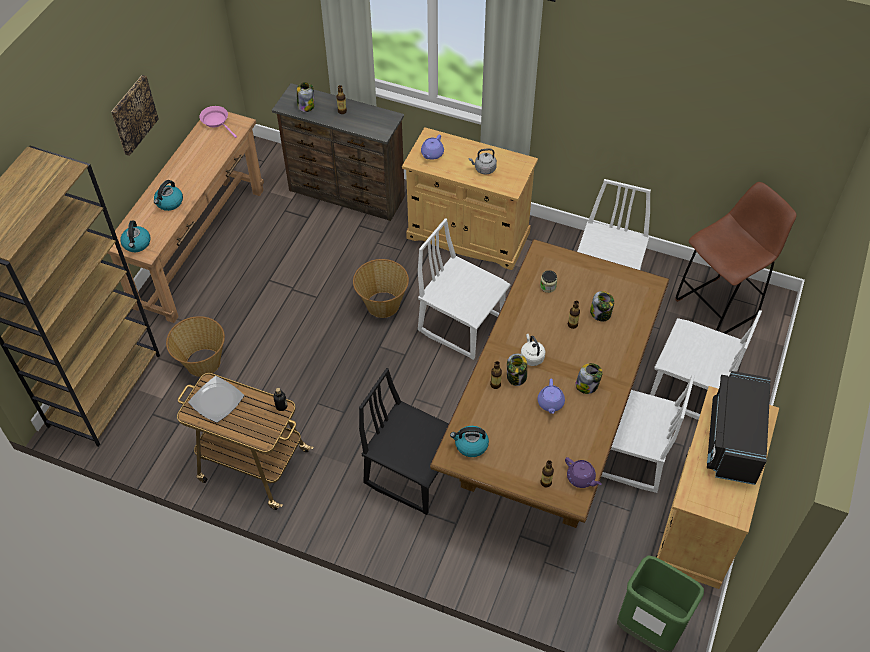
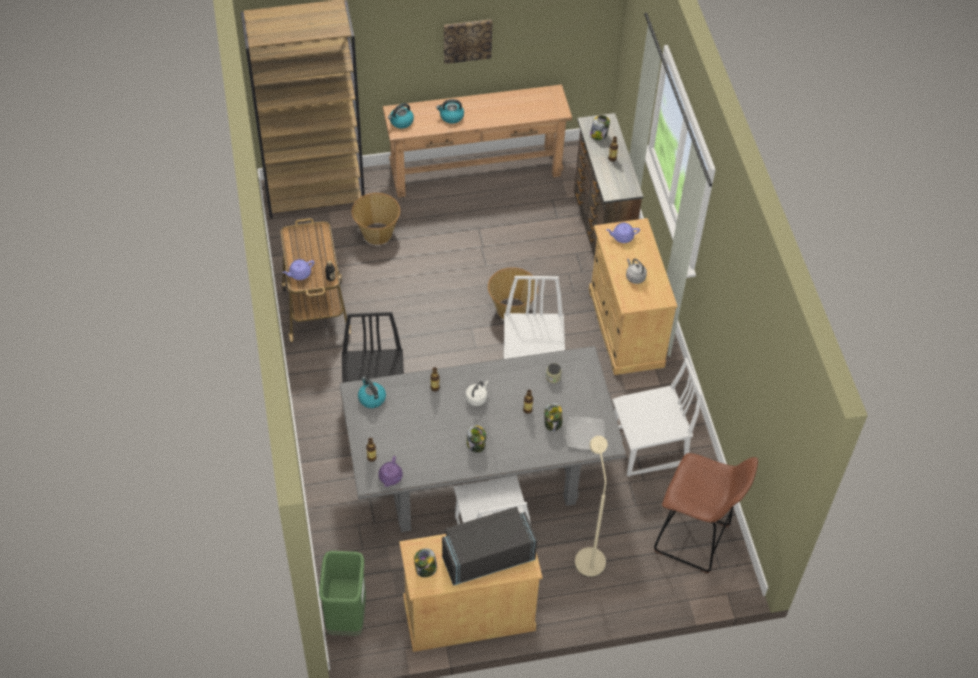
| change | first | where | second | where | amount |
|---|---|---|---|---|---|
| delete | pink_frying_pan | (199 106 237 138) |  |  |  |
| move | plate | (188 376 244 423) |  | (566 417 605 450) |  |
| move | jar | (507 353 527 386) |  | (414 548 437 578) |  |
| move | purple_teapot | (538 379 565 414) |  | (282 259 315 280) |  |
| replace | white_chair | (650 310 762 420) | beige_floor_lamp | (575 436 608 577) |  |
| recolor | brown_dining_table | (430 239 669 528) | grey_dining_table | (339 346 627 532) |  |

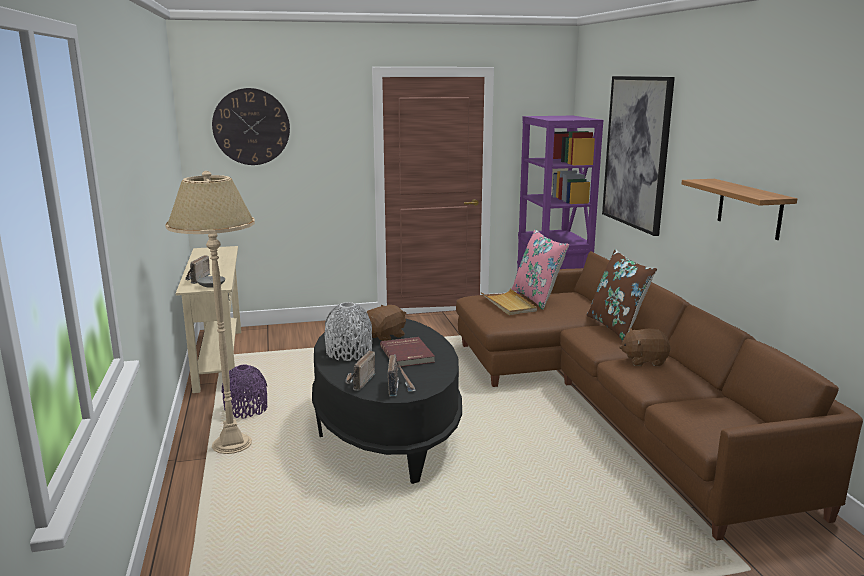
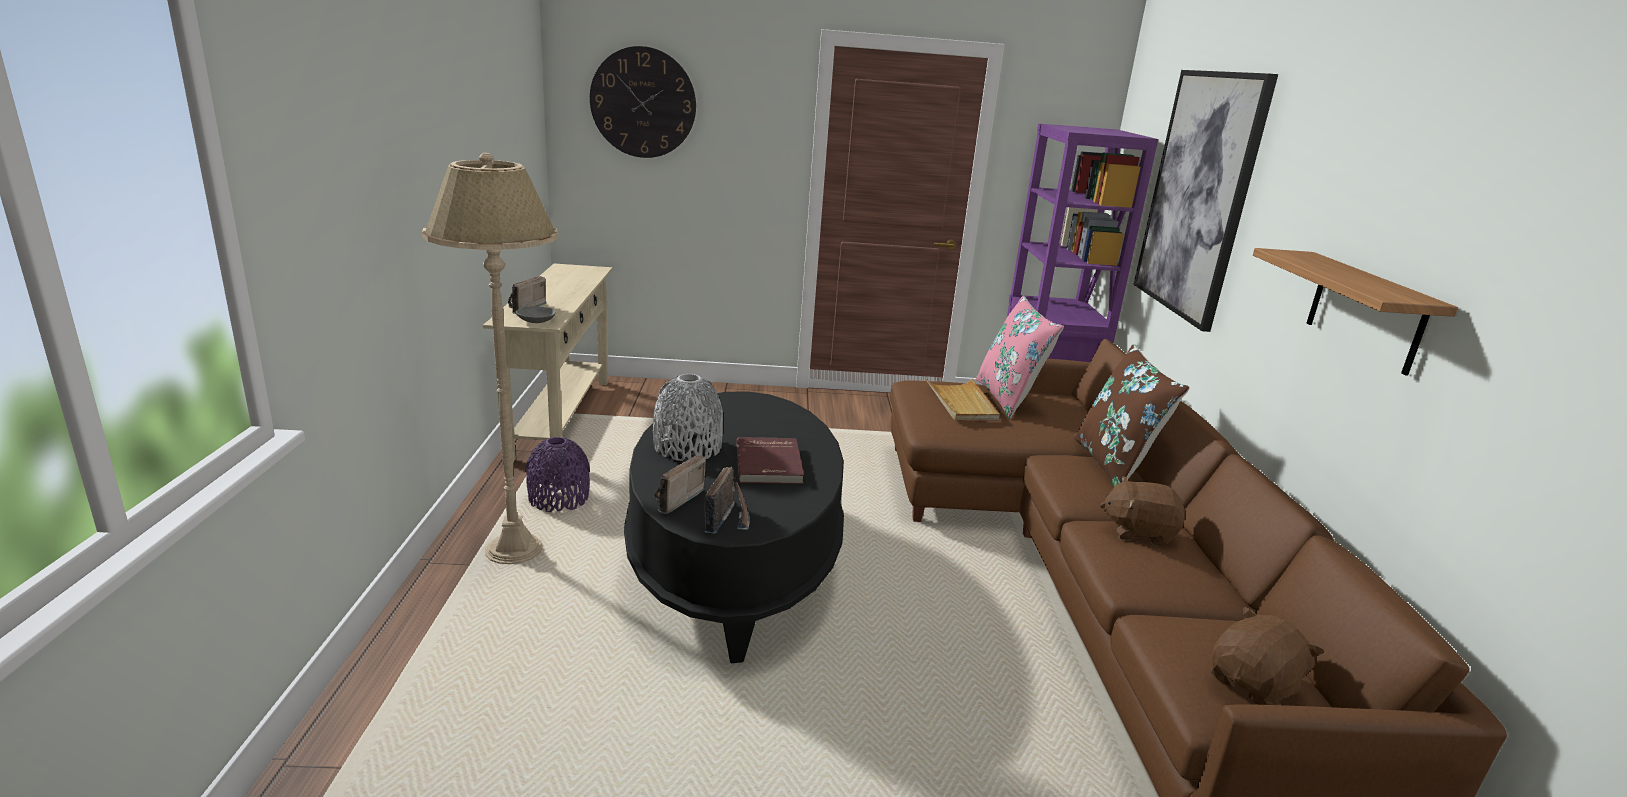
| change | first | where | second | where | amount |
|---|---|---|---|---|---|
| move | brown_plush_toy | (367 305 407 341) |  | (1211 607 1324 705) |  |

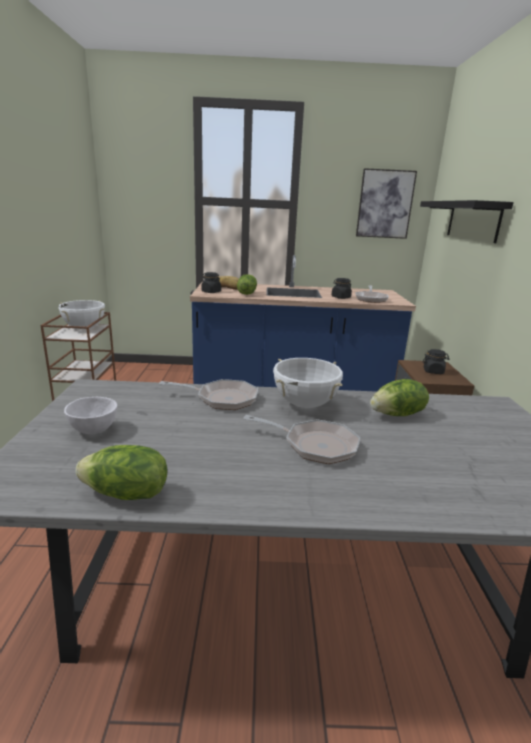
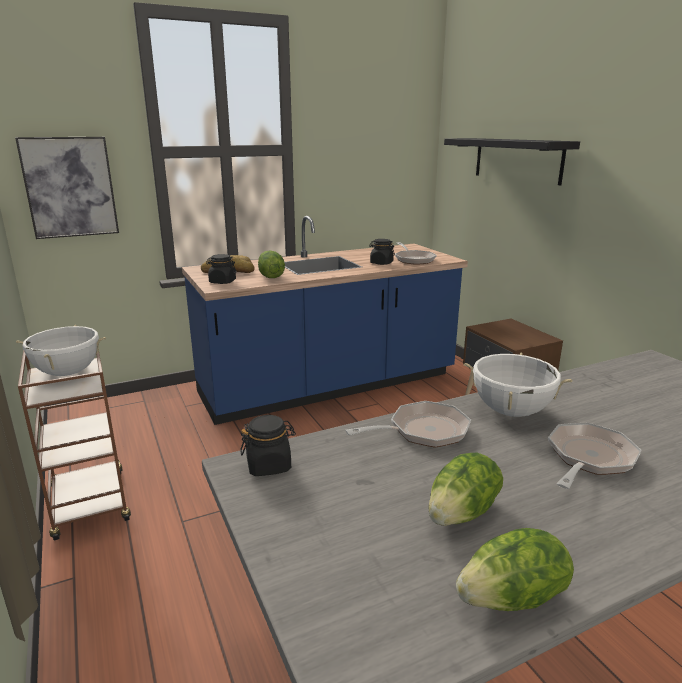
| change | first | where | second | where | amount |
|---|---|---|---|---|---|
| delete | white_bowl | (64 397 117 434) |  |  |  |
| move | picture | (356 168 417 239) |  | (15 137 119 239) |  |
| move | lettuce | (370 379 429 416) |  | (429 452 503 526) |  |
| move | black_jar | (423 349 449 374) |  | (240 415 296 476) |  |
| rotate | frying_pan | (243 415 360 464) |  | (548 423 642 489) | 45 degrees counterclockwise |

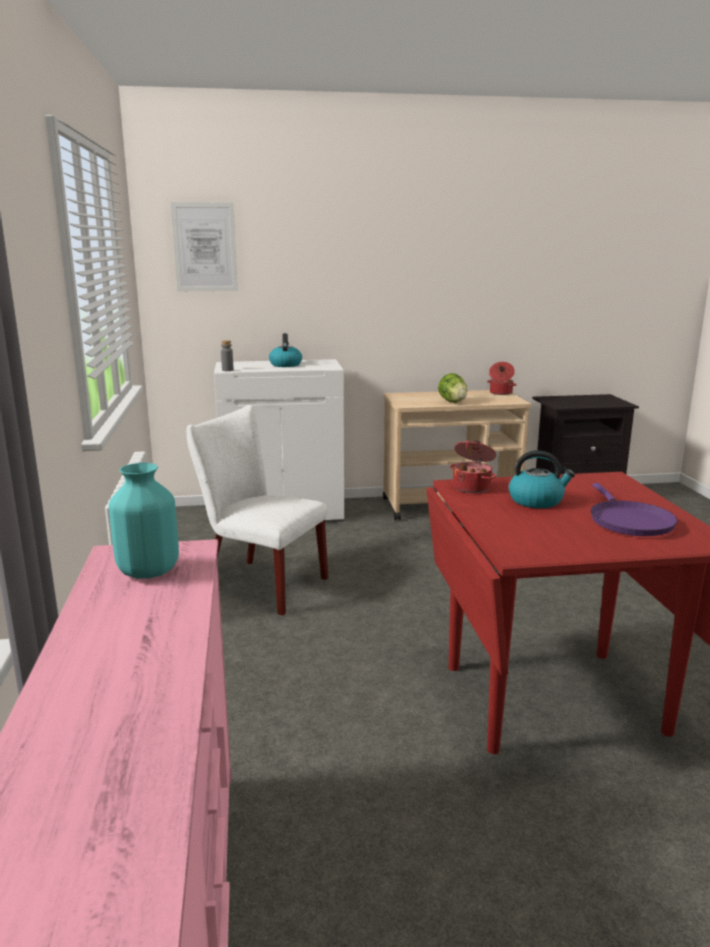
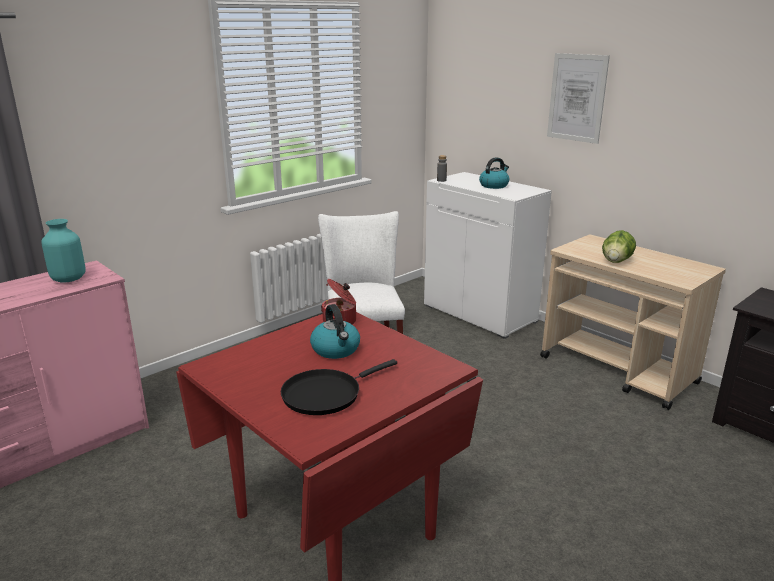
| change | first | where | second | where | amount |
|---|---|---|---|---|---|
| delete | cooking_pot | (487 362 517 395) |  |  |  |
| move | picture | (171 202 238 291) |  | (547 53 610 144) |  |
| recolor | purple_frying_pan | (591 483 678 536) | black_frying_pan | (281 359 397 415) |  |

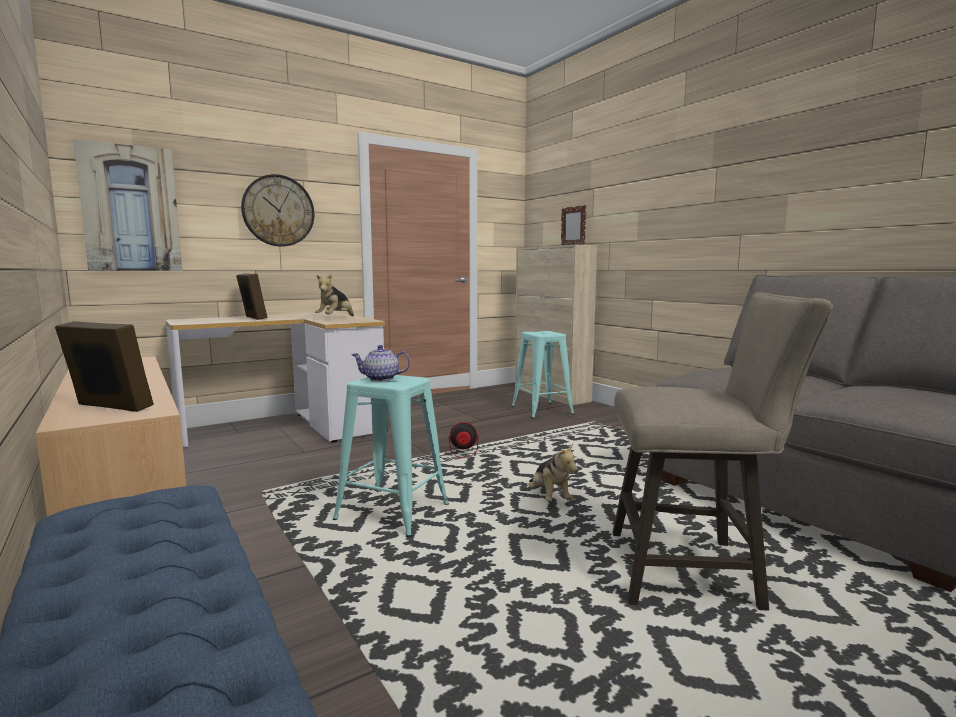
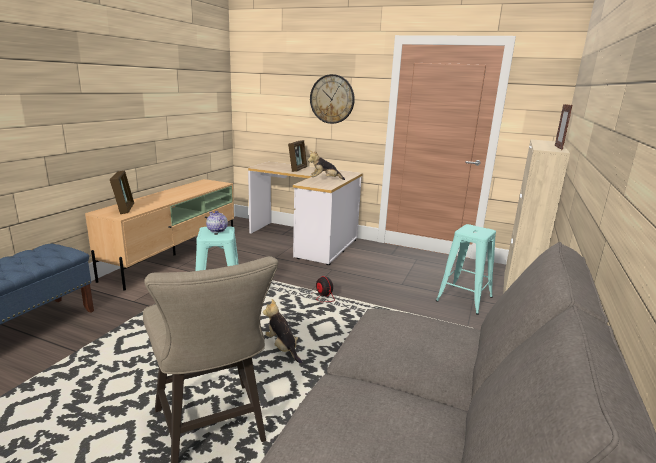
| change | first | where | second | where | amount |
|---|---|---|---|---|---|
| delete | picture | (73 139 182 271) |  |  |  |
| rotate | plush_toy | (528 444 578 501) |  | (263 299 302 363) | 105 degrees clockwise |

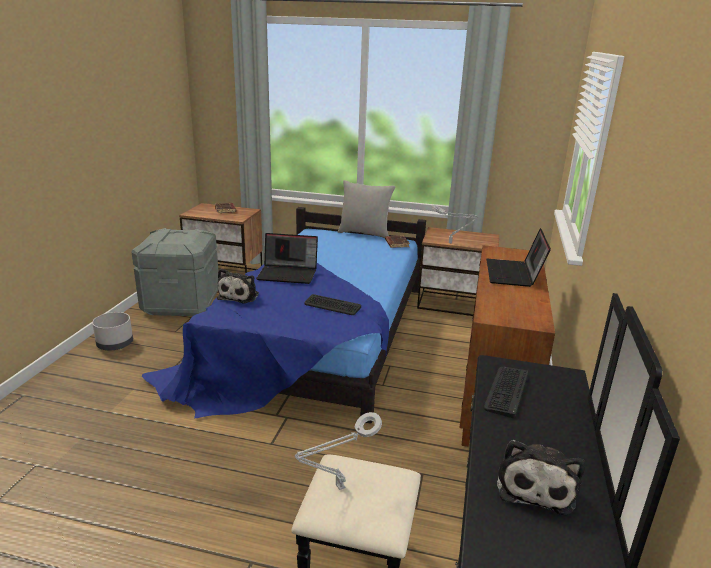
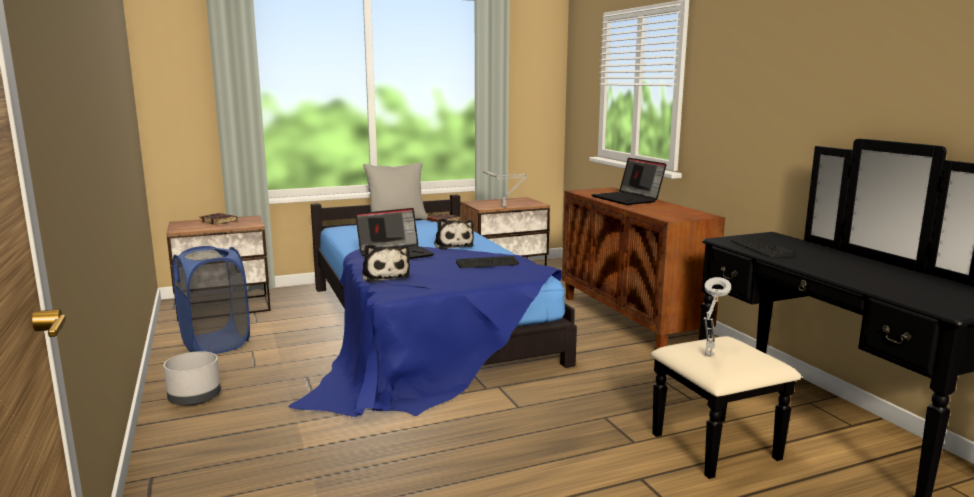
| change | first | where | second | where | amount |
|---|---|---|---|---|---|
| move | plush_toy | (497 440 585 515) |  | (434 218 474 250) |  |
| replace | grey_storage_box | (132 228 218 316) | blue_laundry_basket | (173 246 250 354) |  |

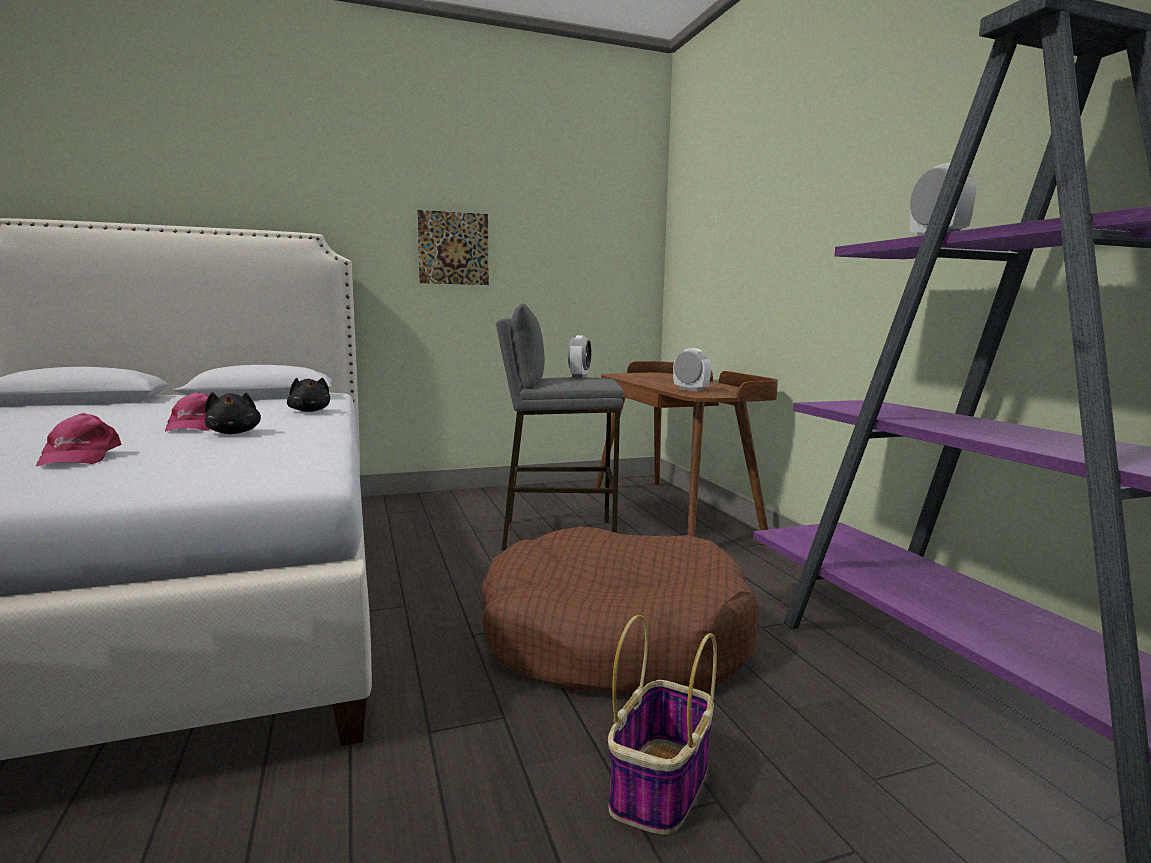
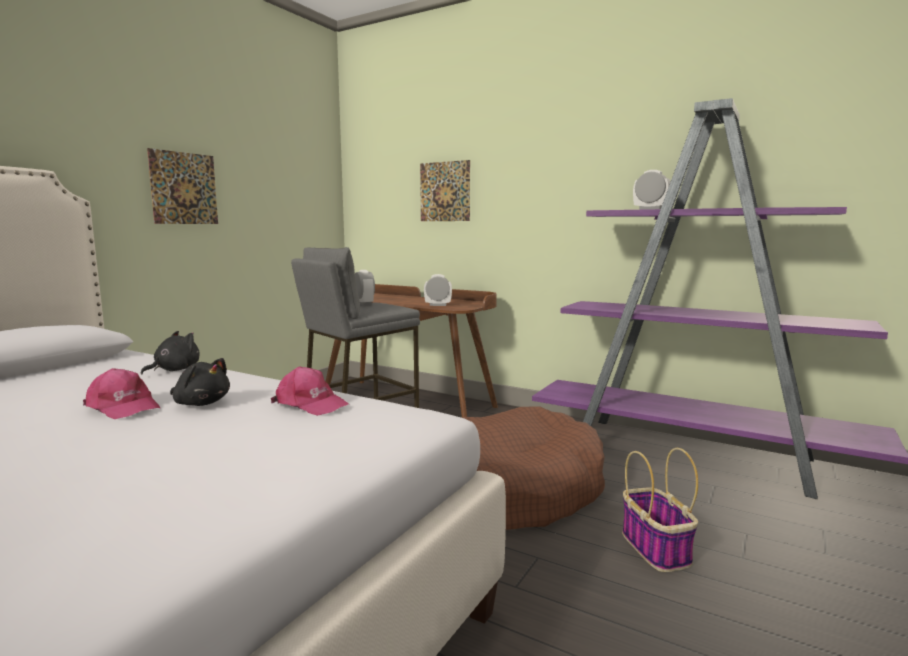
| change | first | where | second | where | amount |
|---|---|---|---|---|---|
| insert |  |  | picture | (420 160 470 221) |  |
| move | pink_cap | (36 413 121 466) |  | (271 366 349 416) |  |
| rotate | black_plush_toy | (287 378 330 412) |  | (141 331 200 374) | 75 degrees counterclockwise |

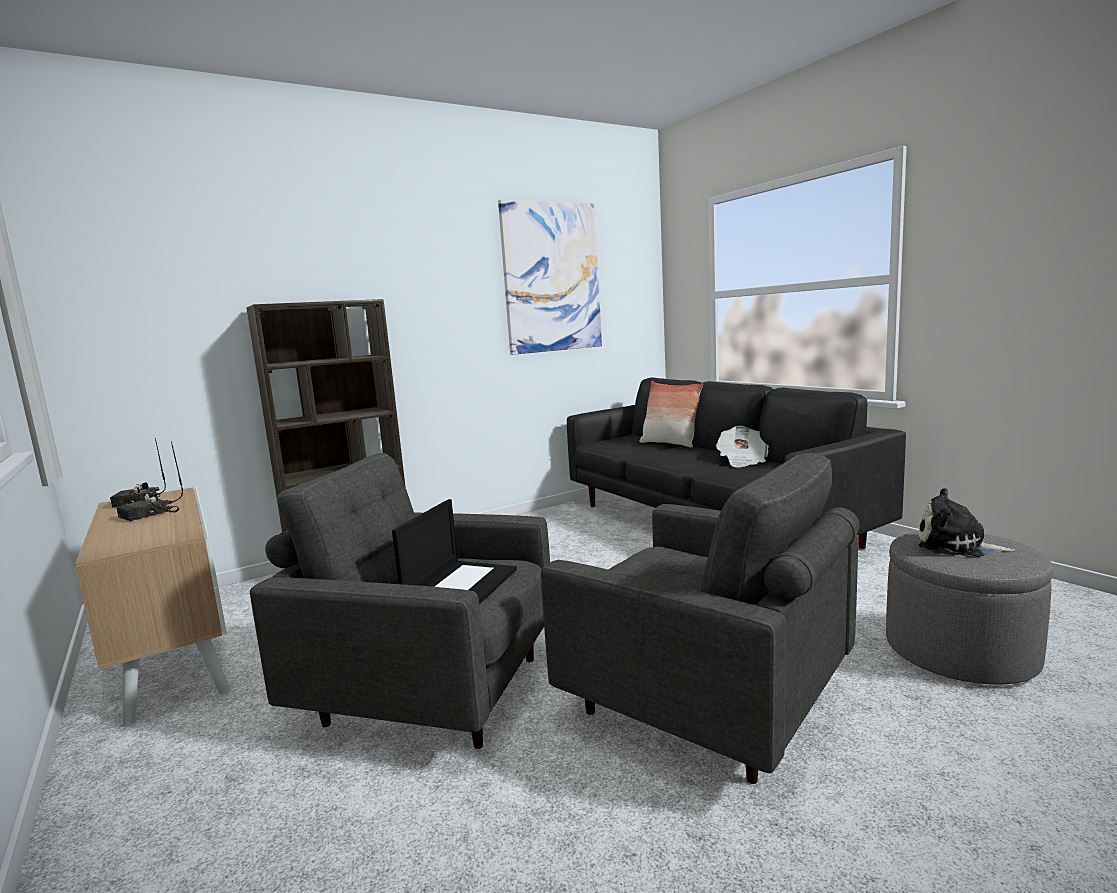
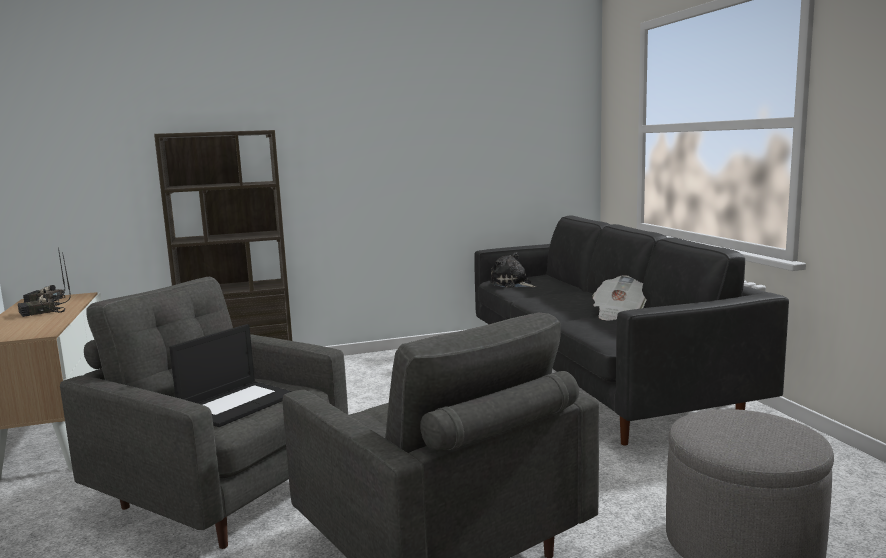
| change | first | where | second | where | amount |
|---|---|---|---|---|---|
| delete | picture | (498 199 602 355) |  |  |  |
| delete | pillow | (640 381 703 448) |  |  |  |
| move | plush_toy | (919 488 1015 558) |  | (490 252 536 288) |  |

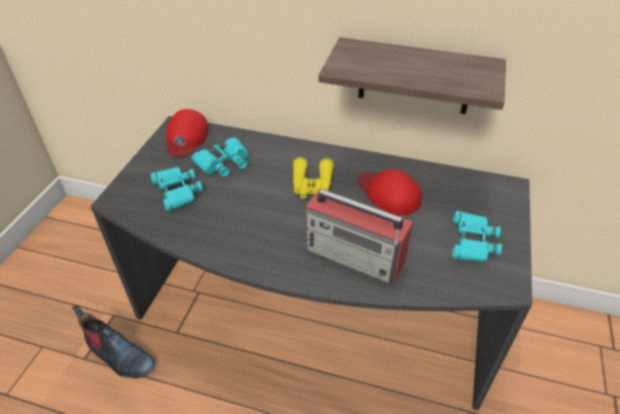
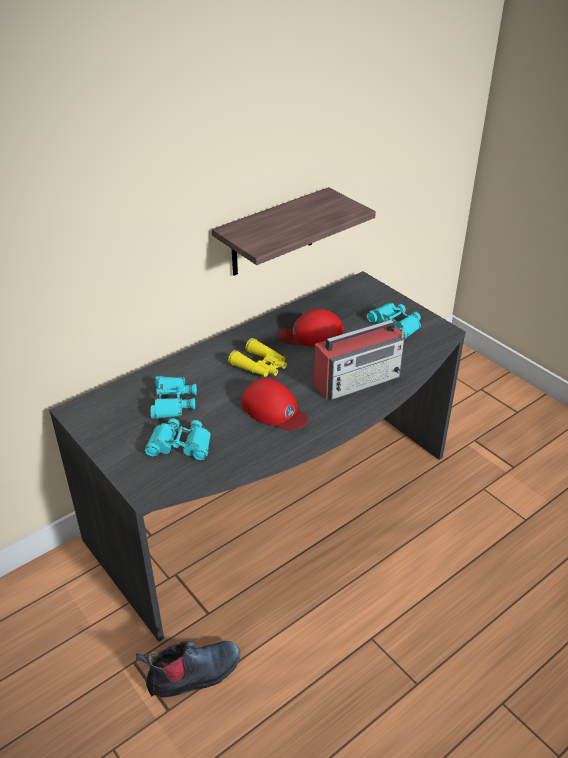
| change | first | where | second | where | amount |
|---|---|---|---|---|---|
| move | red_cap | (166 109 208 157) |  | (242 378 308 431) |  |

